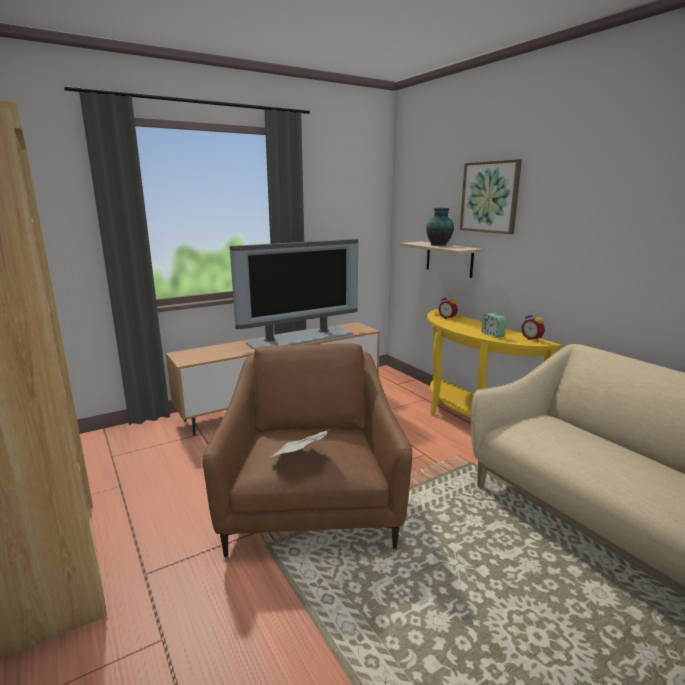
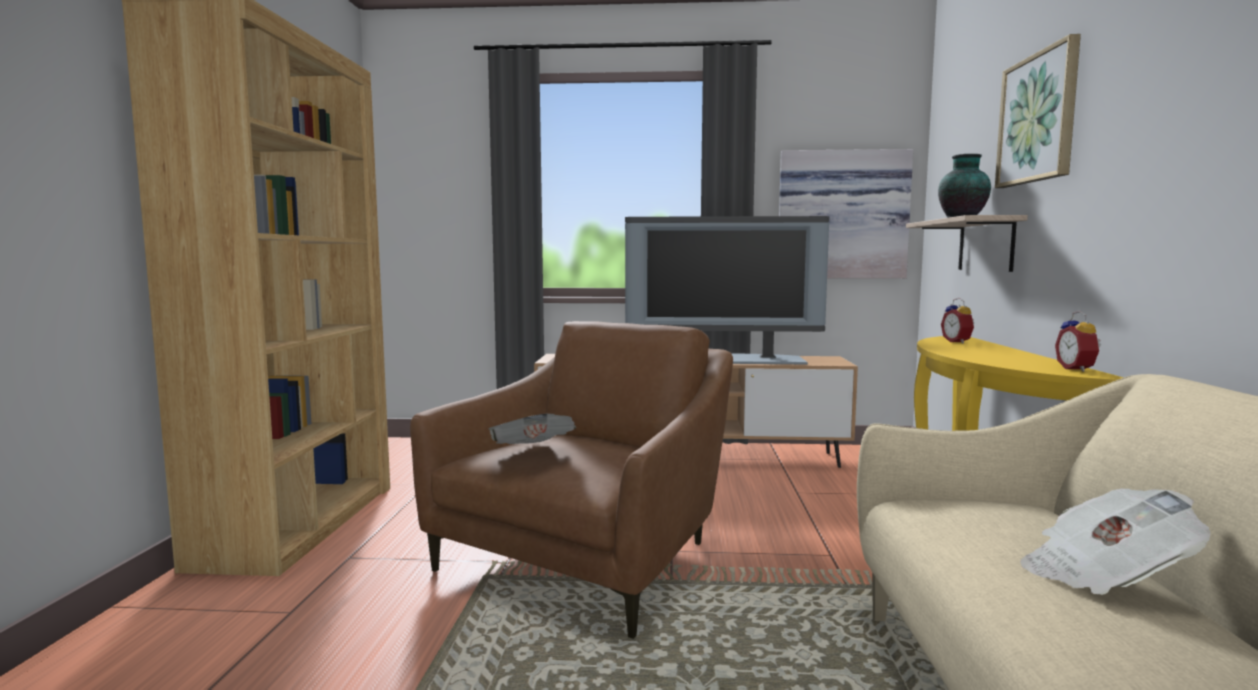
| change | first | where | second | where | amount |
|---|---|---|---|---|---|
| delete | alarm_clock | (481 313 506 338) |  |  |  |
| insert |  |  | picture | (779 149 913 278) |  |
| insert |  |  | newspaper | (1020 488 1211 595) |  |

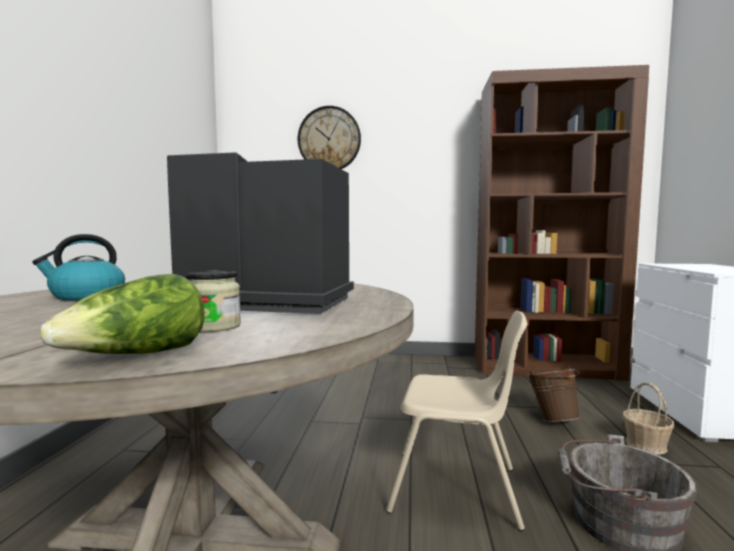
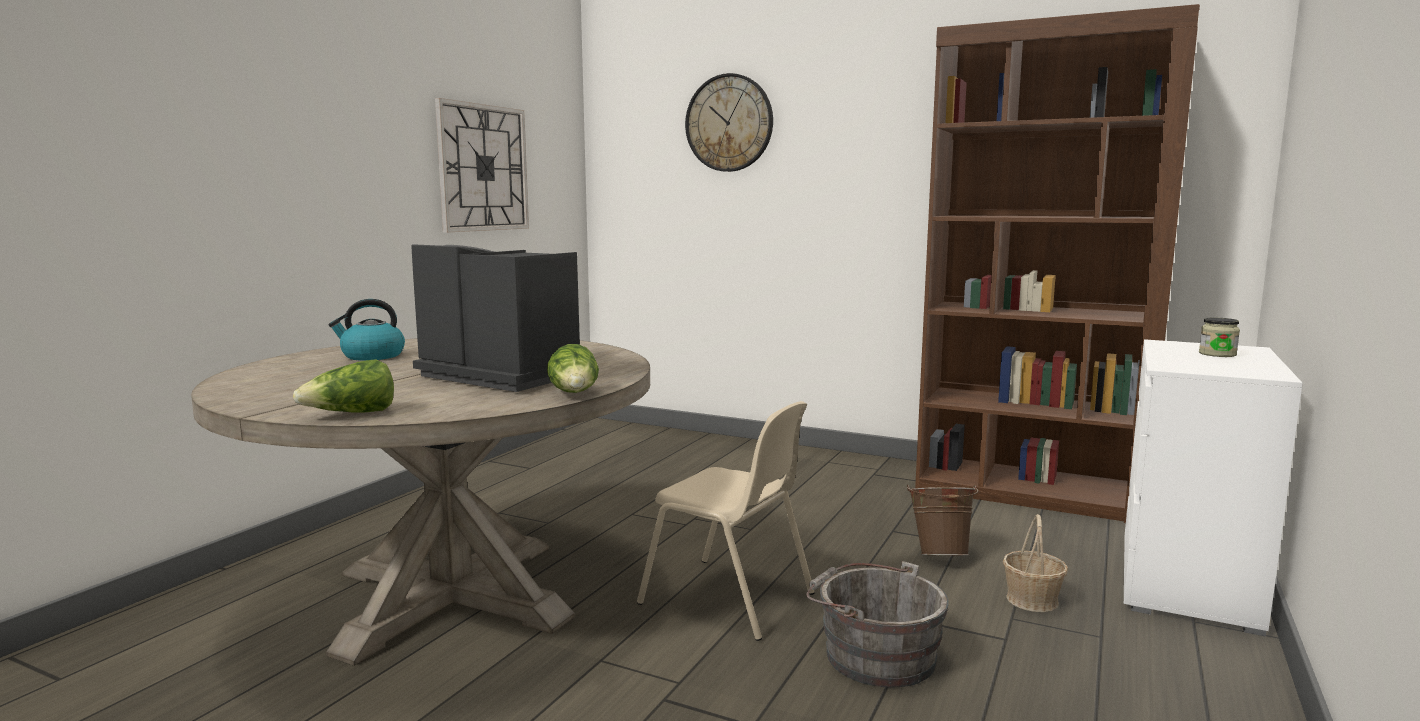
| change | first | where | second | where | amount |
|---|---|---|---|---|---|
| insert |  |  | wall_clock | (435 98 529 232) |  |
| insert |  |  | lettuce | (547 344 599 393) |  |
| move | jar | (186 270 241 332) |  | (1199 318 1240 357) |  |

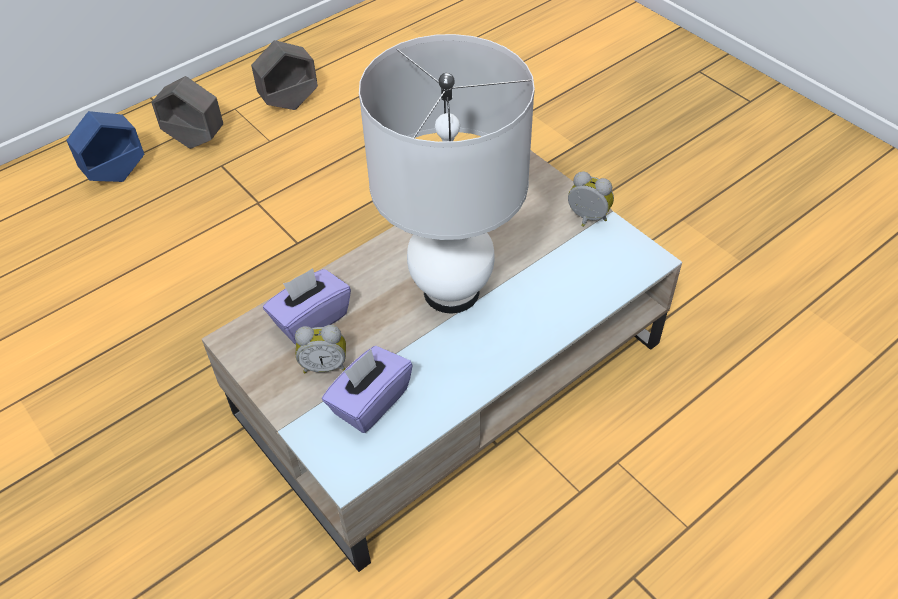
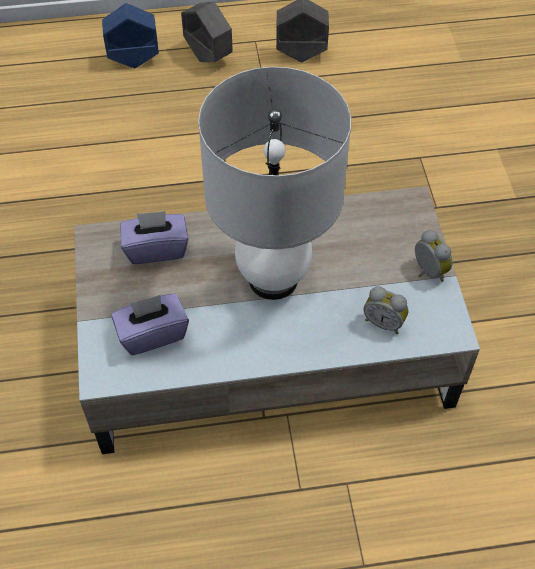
| change | first | where | second | where | amount |
|---|---|---|---|---|---|
| move | alarm_clock | (295 325 346 373) |  | (364 286 409 335) |  |

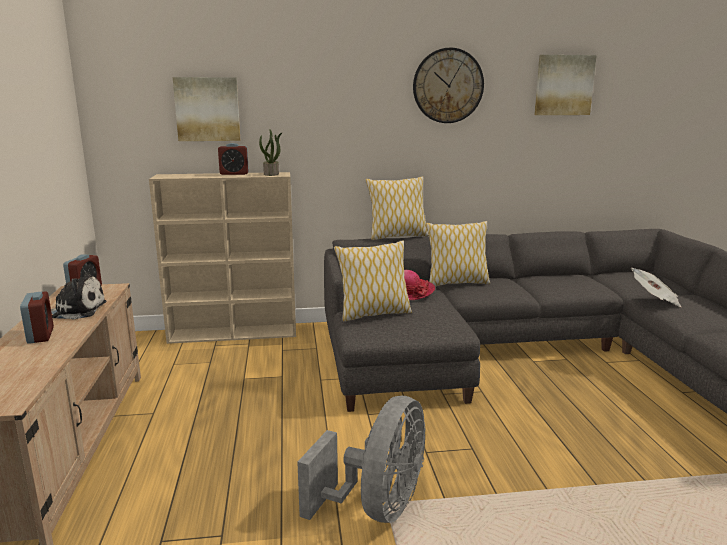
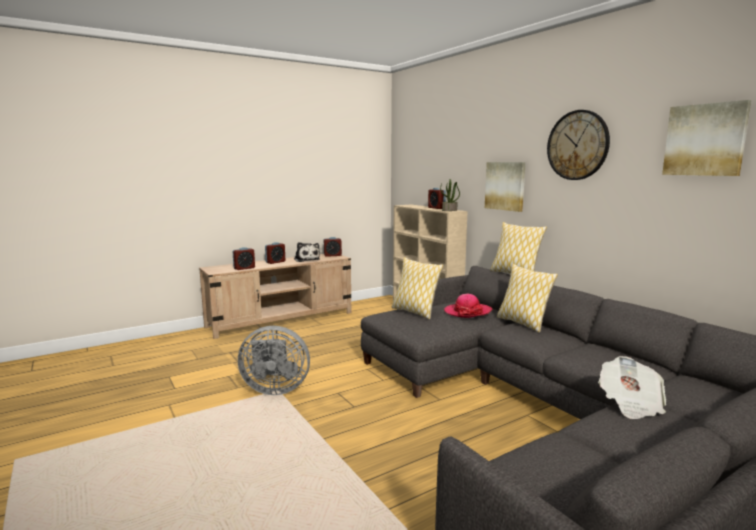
| change | first | where | second | where | amount |
|---|---|---|---|---|---|
| insert |  |  | alarm_clock | (232 247 255 270) |  |
| move | picture | (173 77 240 141) |  | (485 162 526 212) |  |

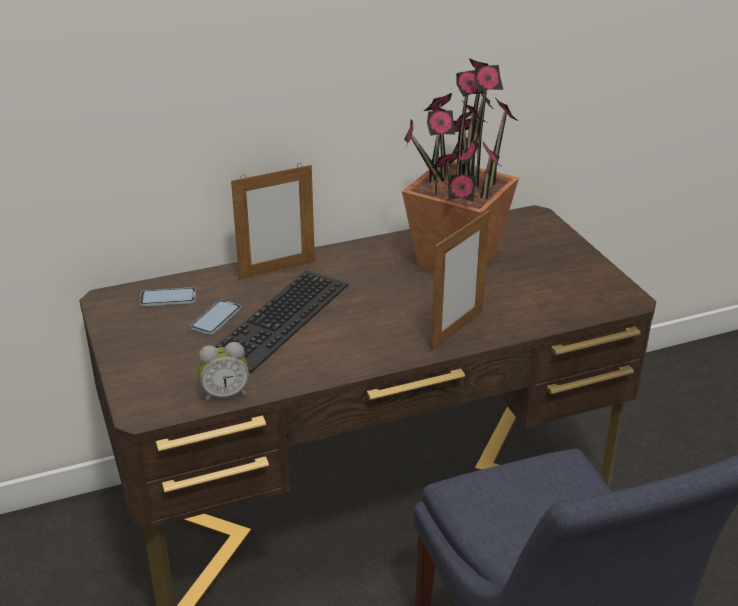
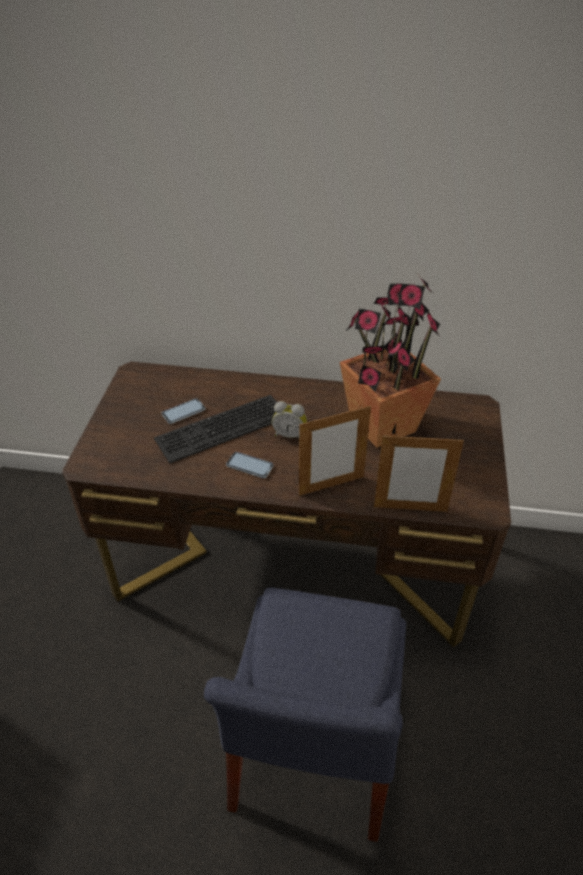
| change | first | where | second | where | amount |
|---|---|---|---|---|---|
| move | phone | (140 287 196 306) |  | (226 452 273 478) |  |
| move | alarm_clock | (198 342 249 402) |  | (272 401 307 438) |  |
| move | picture_frame | (231 163 315 279) |  | (374 433 464 512) |  |

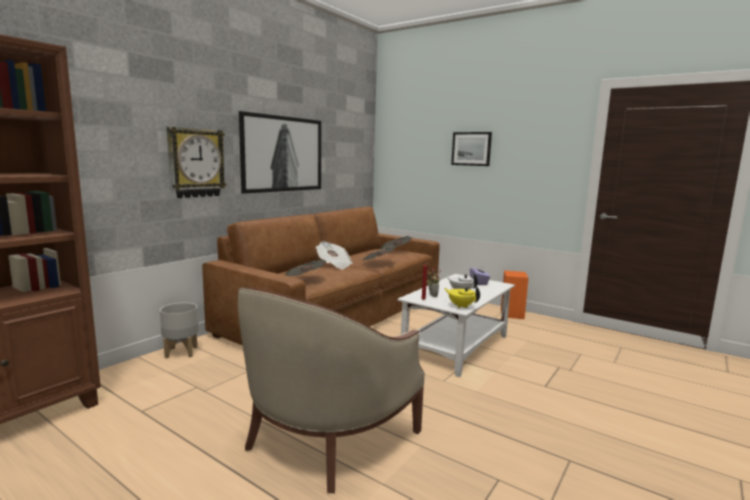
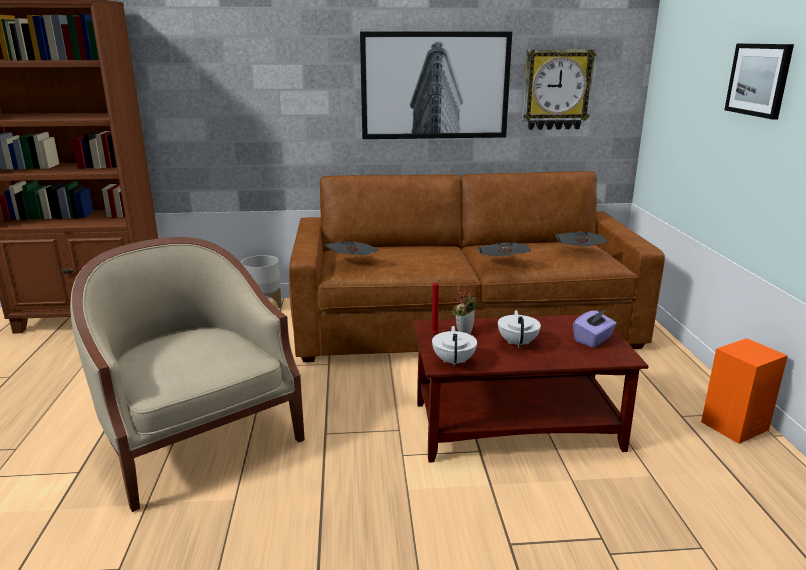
| change | first | where | second | where | amount |
|---|---|---|---|---|---|
| delete | newspaper | (316 242 353 269) |  |  |  |
| move | wall_clock | (167 127 227 198) |  | (522 50 596 130) |  |
| recolor | white_coffee_table | (398 274 515 377) | brown_coffee_table | (413 315 649 463) |  |
| recolor | yellow_teapot | (444 286 480 308) | white_teapot | (432 326 477 367) |  |
| rotate | beige_armchair | (238 287 425 493) |  | (70 237 305 512) | 60 degrees clockwise |

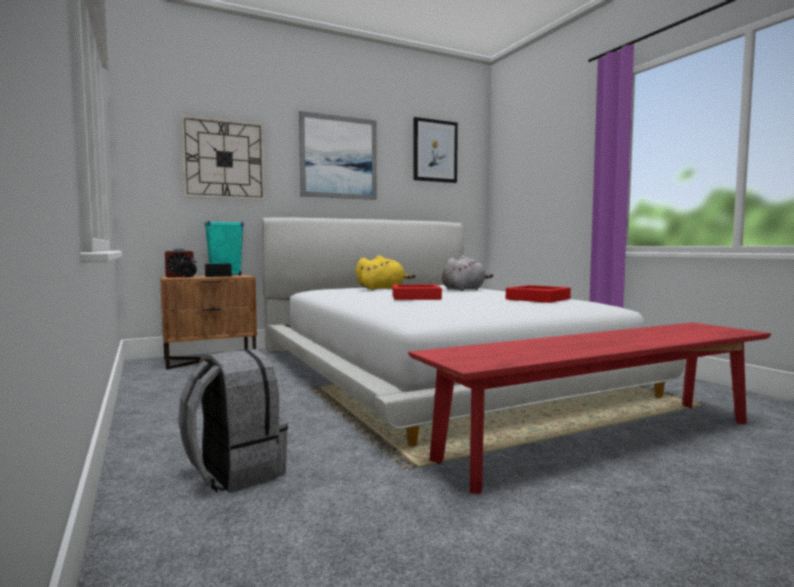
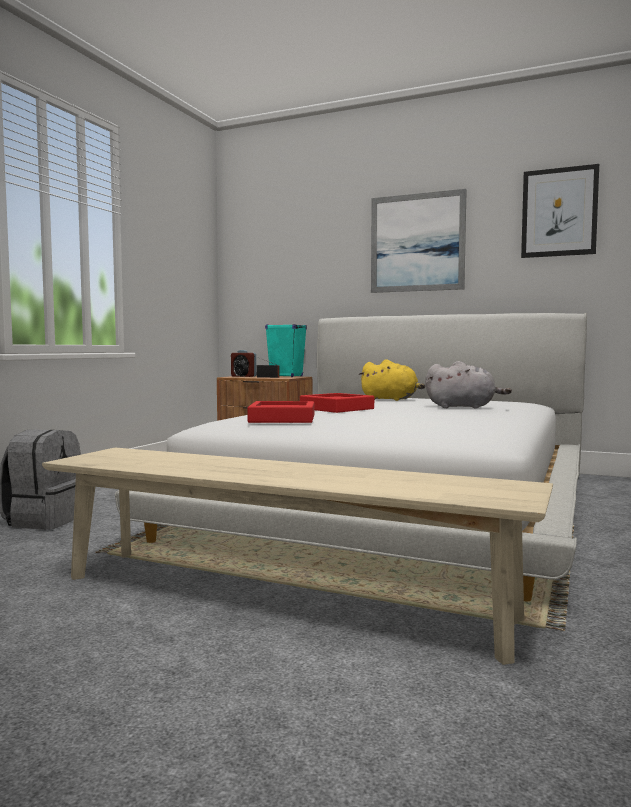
| change | first | where | second | where | amount |
|---|---|---|---|---|---|
| delete | wall_clock | (181 114 265 201) |  |  |  |
| move | red_tray | (506 285 571 303) |  | (247 401 314 423) |  |
| recolor | red_bench | (408 322 771 494) | beige_bench | (42 448 553 665) |  |

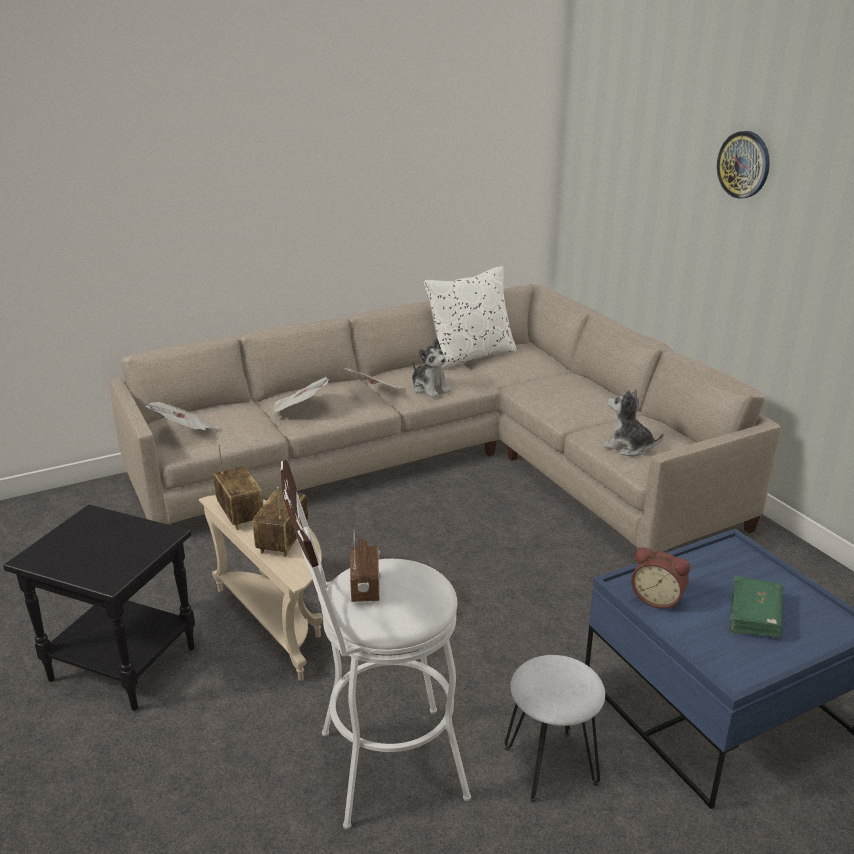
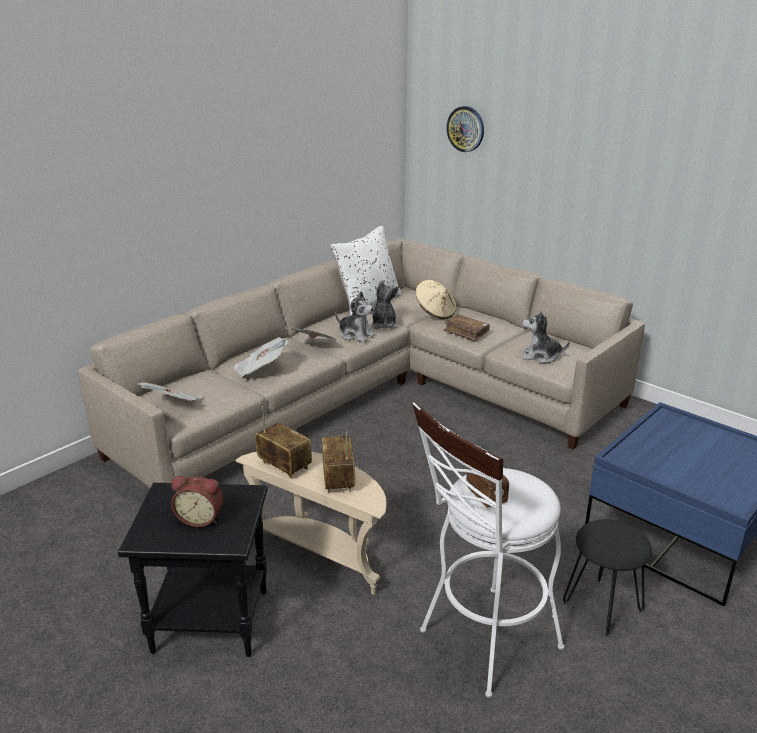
| change | first | where | second | where | amount |
|---|---|---|---|---|---|
| delete | green_book | (729 576 783 637) |  |  |  |
| insert |  |  | plush_toy | (370 280 399 329) |  |
| insert |  |  | beige_hat | (415 280 457 319) |  |
| insert |  |  | brown_book | (444 314 490 342) |  |
| move | alarm_clock | (631 547 690 609) |  | (171 476 223 527) |  |
| move | wall_clock | (717 131 770 199) |  | (446 106 484 152) |  |
| recolor | white_stool | (505 655 605 803) | black_stool | (563 519 652 637) |  |

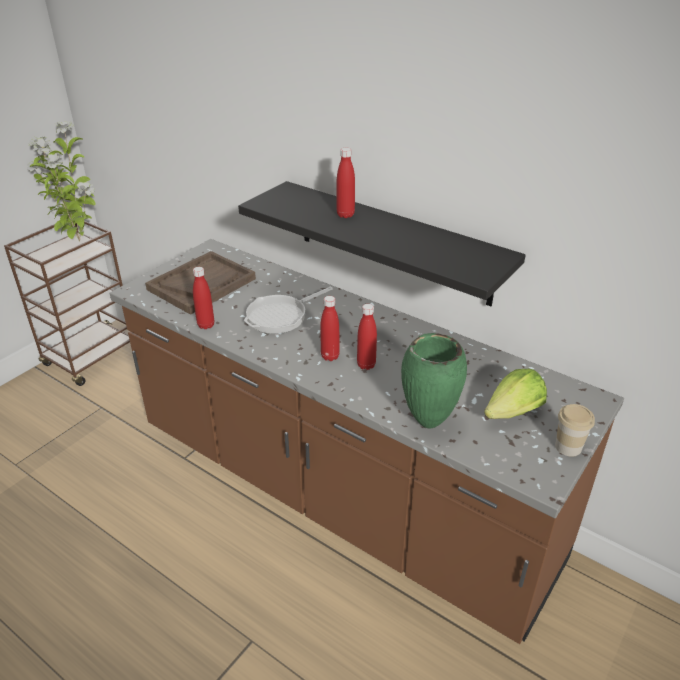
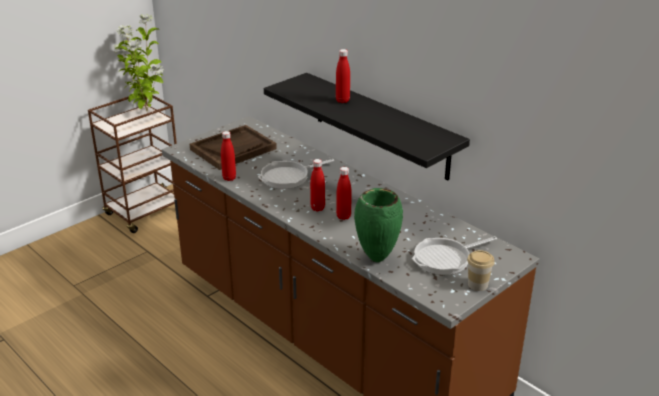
| change | first | where | second | where | amount |
|---|---|---|---|---|---|
| replace | lettuce | (484 369 547 419) | frying_pan | (412 236 497 275) |  |

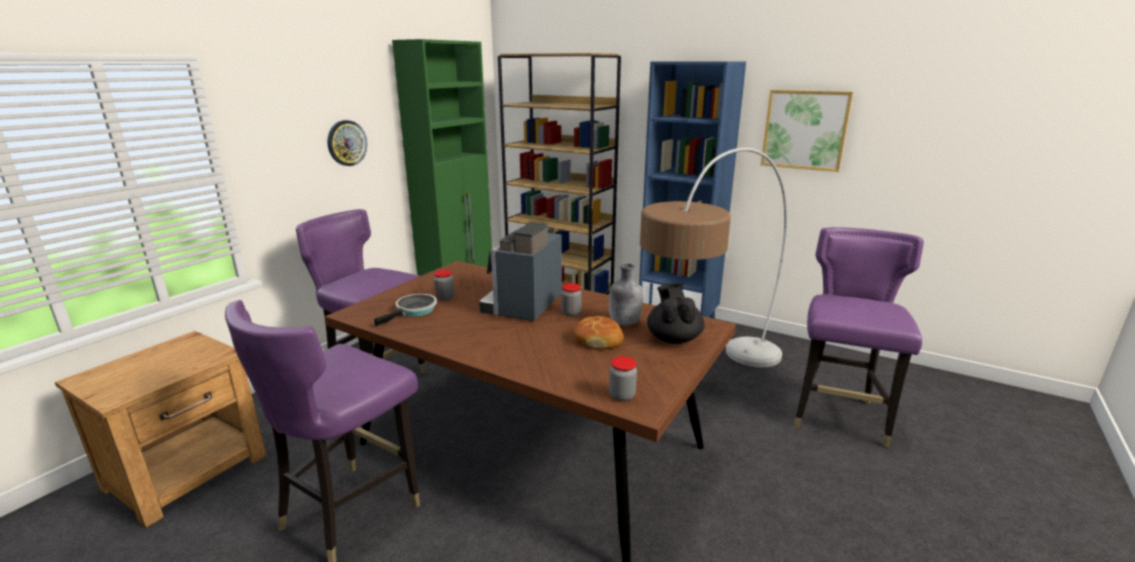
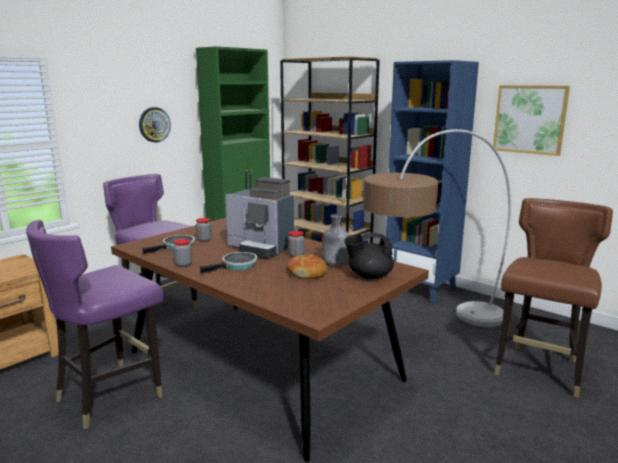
| change | first | where | second | where | amount |
|---|---|---|---|---|---|
| insert |  |  | frying_pan | (200 252 257 273) |  |
| move | jar | (609 356 637 401) |  | (173 239 192 267) |  |
| recolor | purple_chair | (794 227 924 448) | brown_chair | (494 198 613 398) |  |
| rotate | coffee_machine | (479 222 562 321) |  | (225 177 294 259) | 90 degrees counterclockwise |
| rotate | black_teapot | (647 283 705 344) |  | (344 233 394 279) | 105 degrees counterclockwise |

